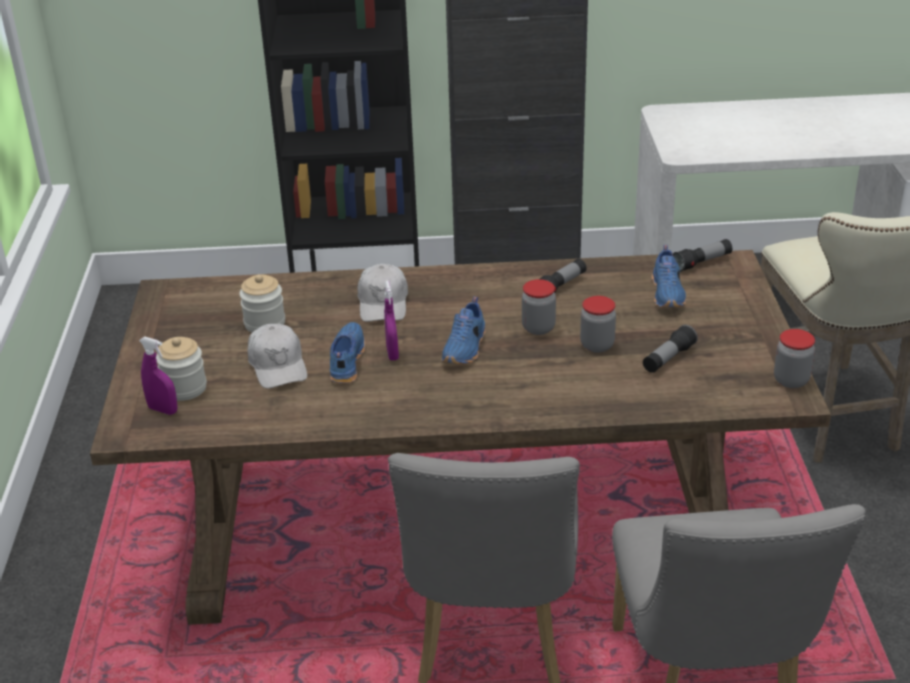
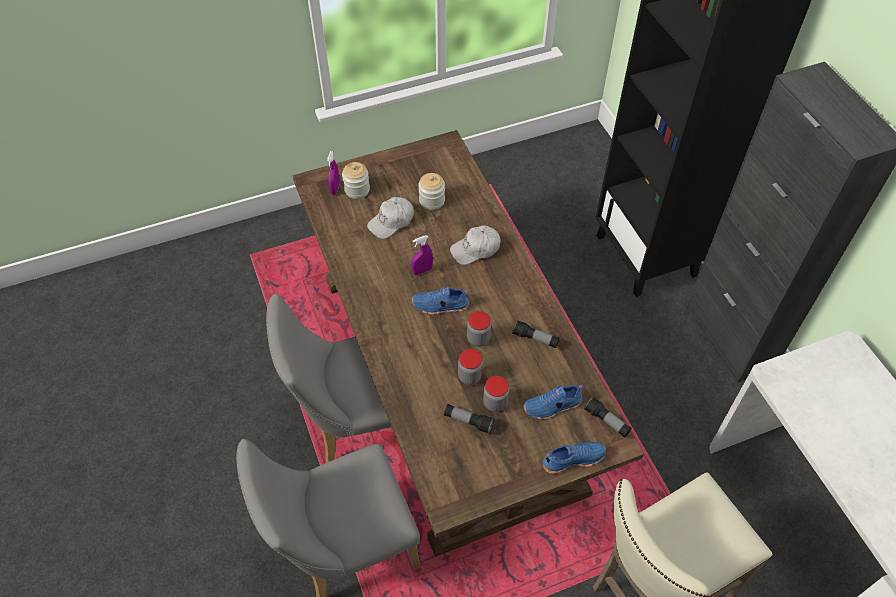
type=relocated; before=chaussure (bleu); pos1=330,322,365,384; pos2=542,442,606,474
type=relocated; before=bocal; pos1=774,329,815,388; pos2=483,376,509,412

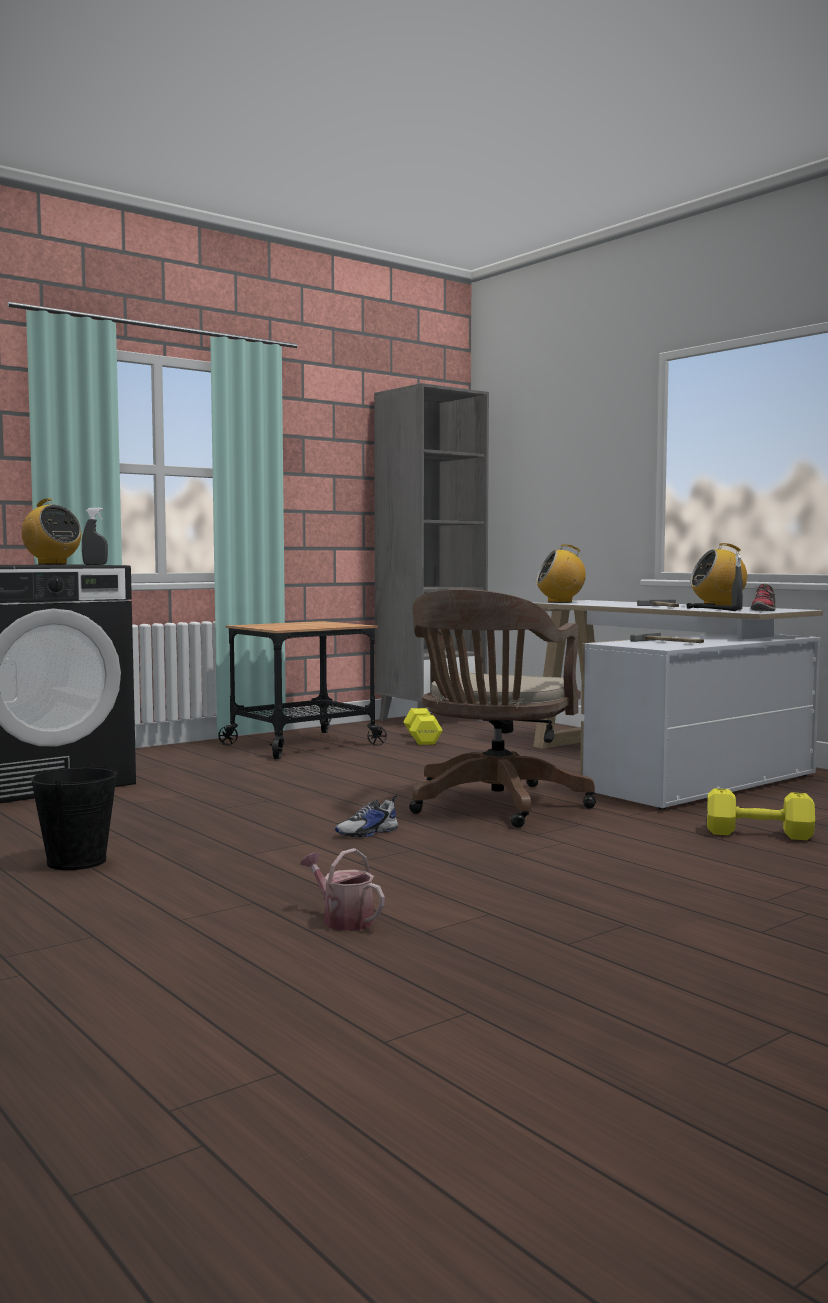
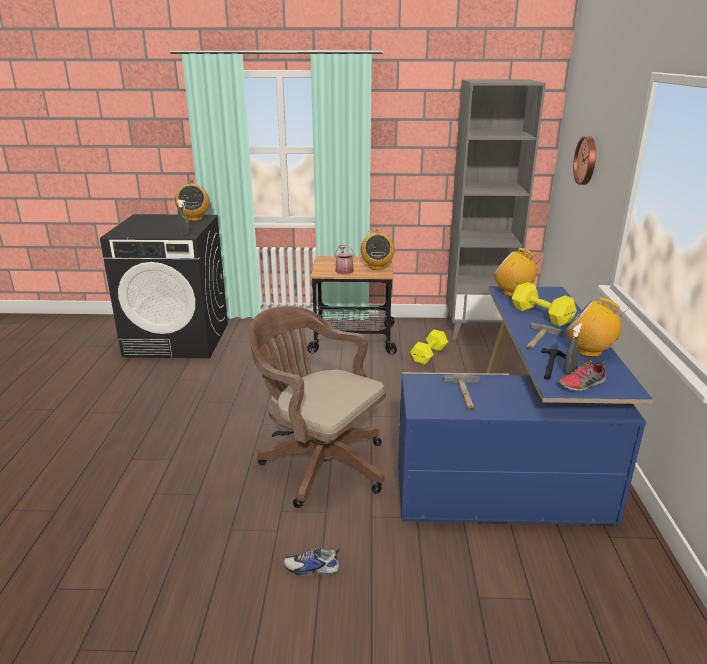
type=missing; before=seau (noir); pos1=31,763,118,870
type=relocated; before=arrosoir; pos1=300,848,385,931; pos2=334,245,354,275
type=relocated; before=chaussure; pos1=335,795,398,837; pos2=284,547,340,576
type=spun; before=chaise de bureau (marron); pos1=409,589,596,828; pos2=249,306,386,508; turn=60
type=colour; before=bureau (blanc); after=bureau (bleu); pos1=533,600,823,810; pos2=398,286,653,526
type=relocated; before=haltère (jaune); pos1=707,788,815,840; pos2=512,282,577,326
type=appeared; after=radio; pos2=361,228,395,270
type=appeared; after=horloge murale; pos2=573,136,596,185

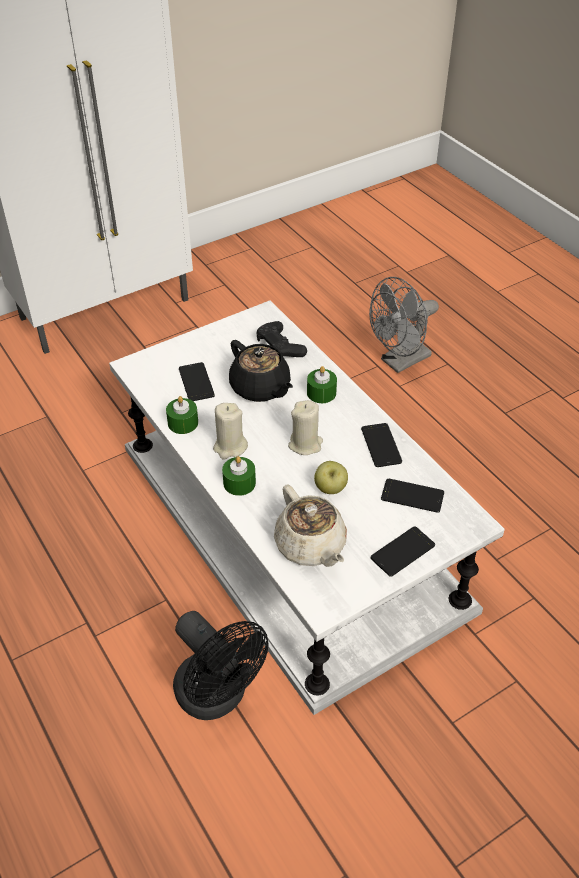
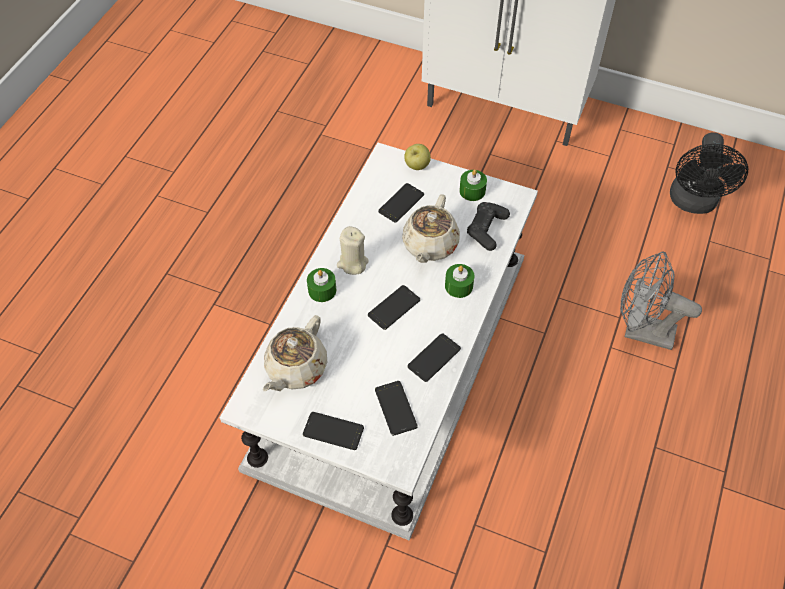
type=relocated; before=bougie (vert); pos1=166,396,198,434; pos2=459,169,487,201
type=relocated; before=ventilateur (noir); pos1=173,611,269,720; pos2=670,132,748,214
type=colour; before=théière (noir); after=théière (beige); pos1=229,340,293,402; pos2=402,194,460,263
type=exchanged; before=bougie (beige); after=téléphone; pos1=288,400,323,455; pos2=368,285,420,330
type=relocated; before=pomme; pos1=314,461,348,494; pos2=404,144,431,170

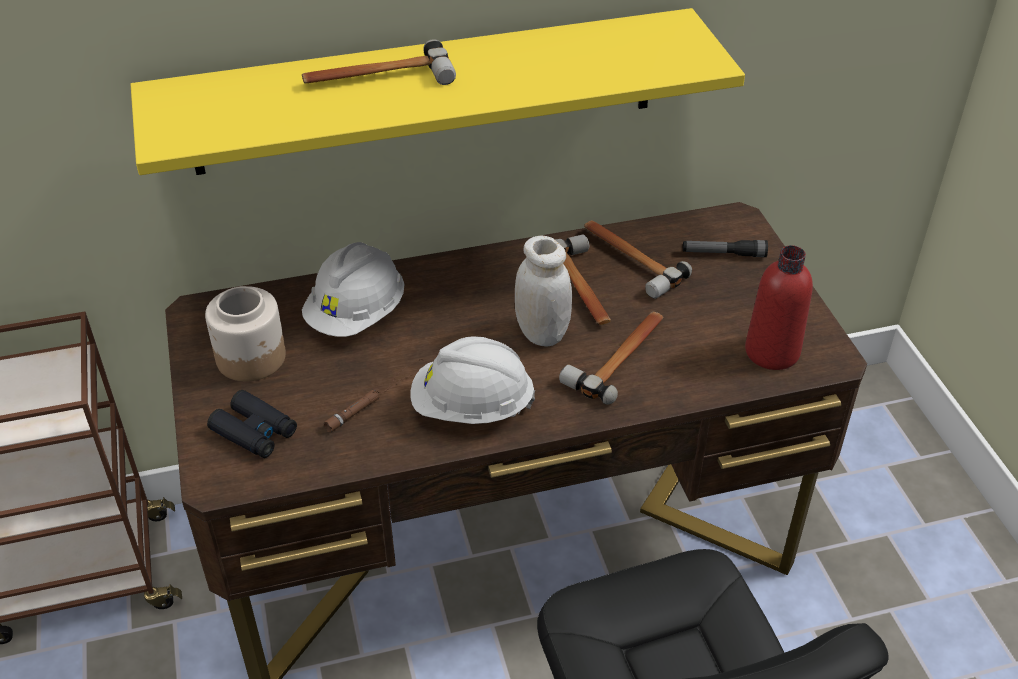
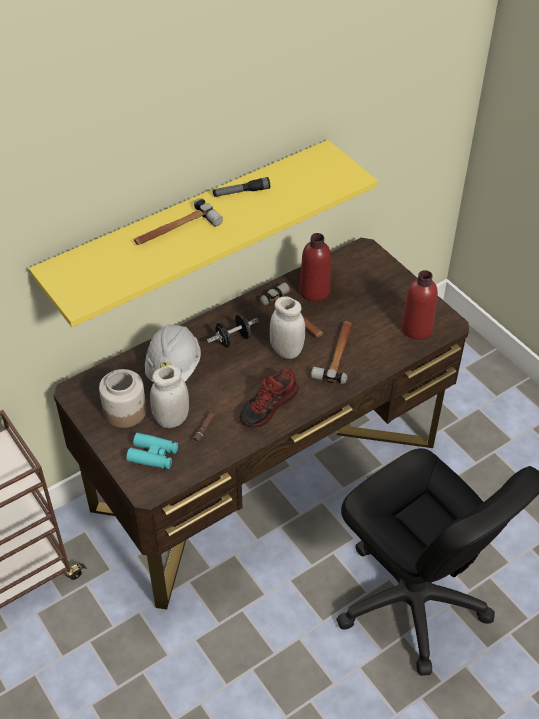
type=colour; before=jumelles (noir); after=jumelles (turquoise); pos1=207,390,297,458; pos2=126,433,178,469
type=exchanged; before=casque de chantier (blanc); after=chaussure; pos1=411,336,535,424; pos2=240,368,298,427
type=exchanged; before=marteau; after=bouteille (rouge); pos1=584,220,692,299; pos2=300,233,331,301
type=relocated; before=lampe de poche; pos1=683,240,768,257; pos2=213,177,270,197
type=appeared; after=bocal (blanc); pos2=150,365,189,428
type=appeared; after=haltère (noir); pos2=207,314,259,348

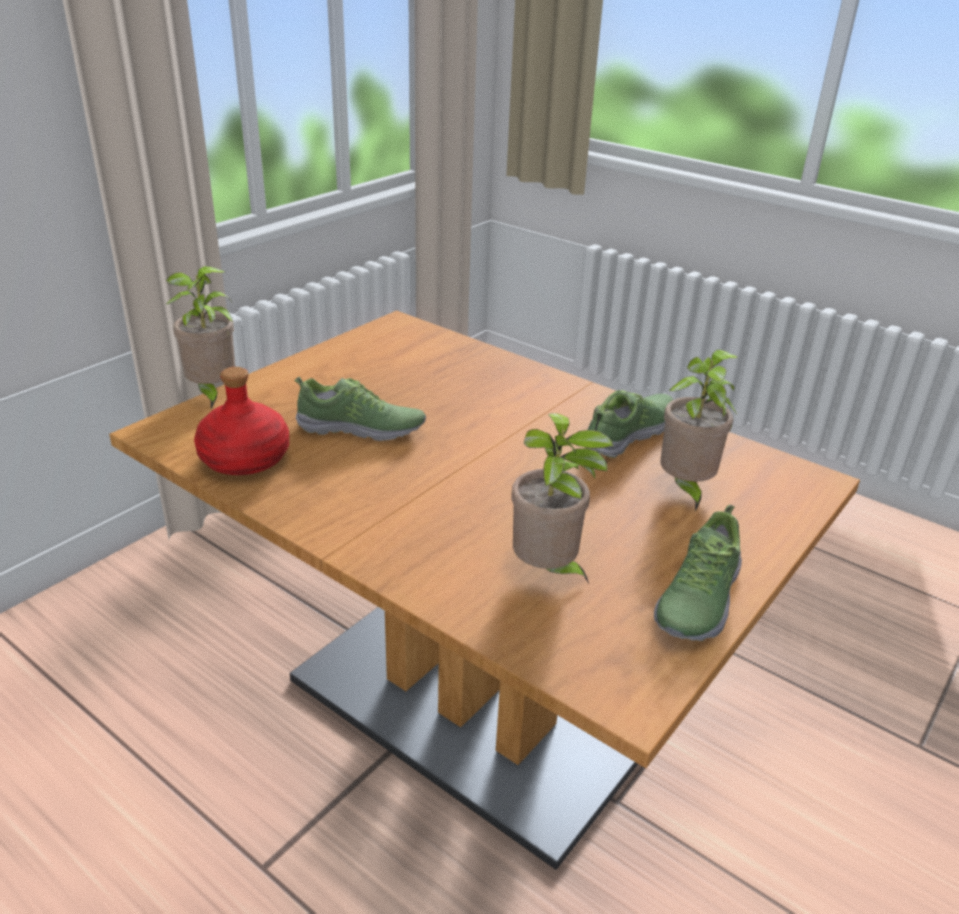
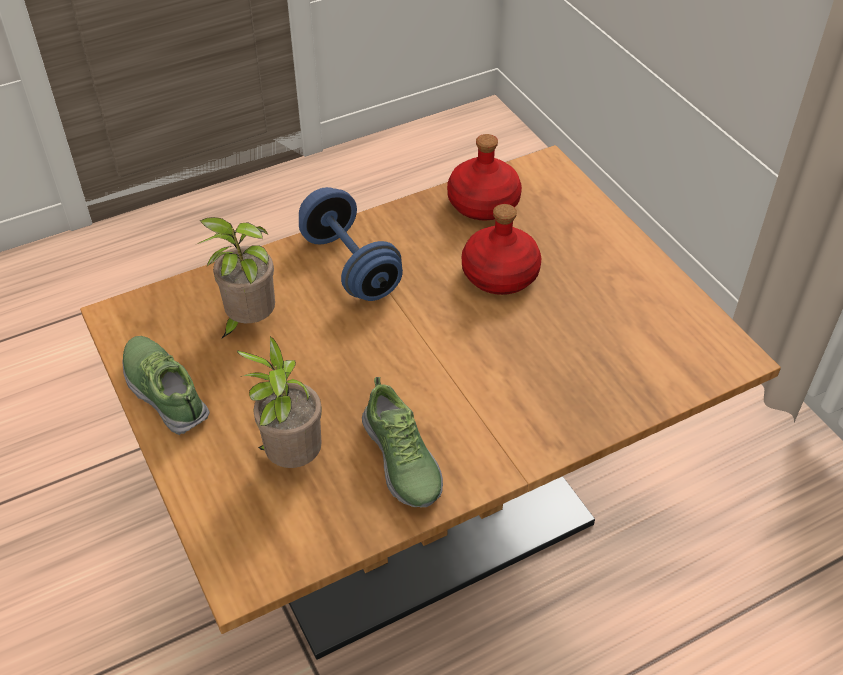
type=missing; before=plante en pot; pos1=166,266,235,409
type=exchanged; before=chaussure; after=bouteille (rouge); pos1=294,377,426,441; pos2=462,204,541,295
type=appeared; after=haltère (bleu); pos2=299,187,403,301

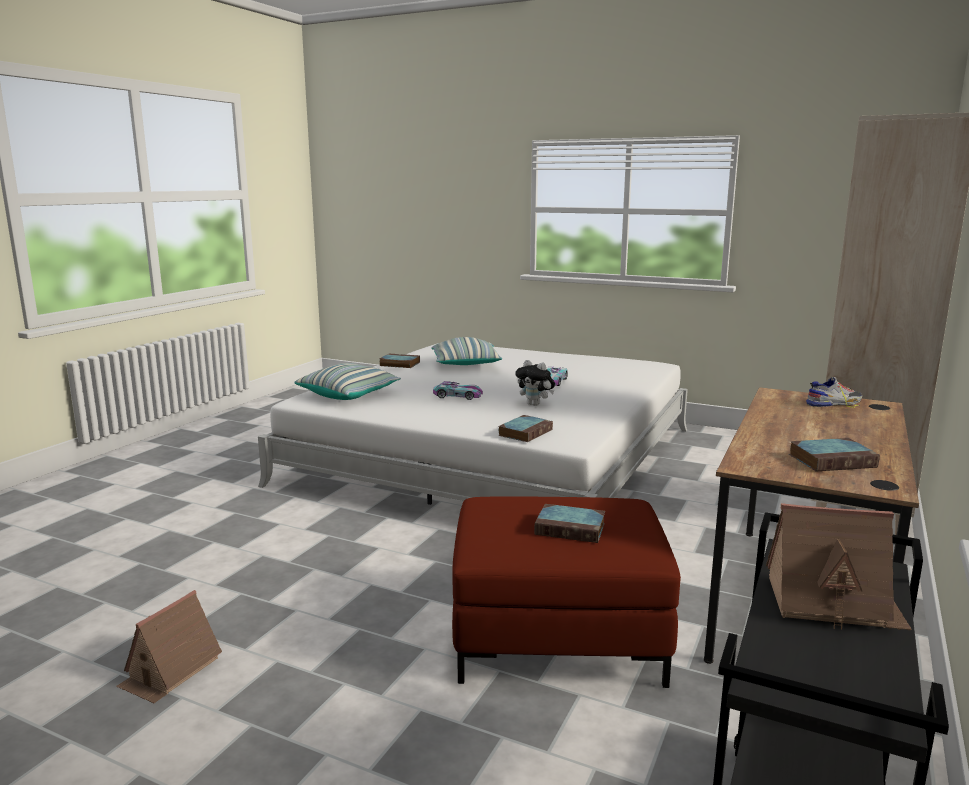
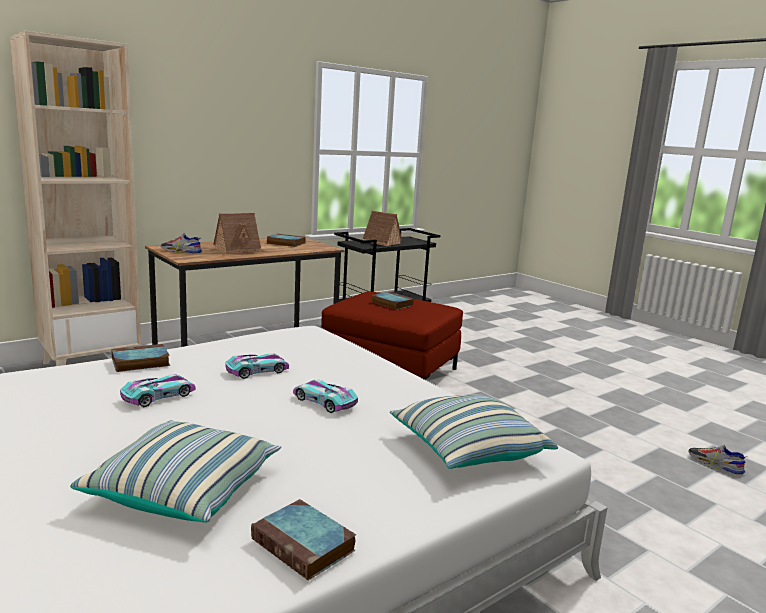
type=relocated; before=maison miniature; pos1=116,590,222,703; pos2=213,213,266,254
type=relocated; before=livre; pos1=498,415,553,442; pos2=111,344,170,372
type=exchanged; before=peluche; after=petite voiture; pos1=515,360,555,406; pos2=225,353,289,379
type=appeared; after=chaussure; pos2=689,445,747,475

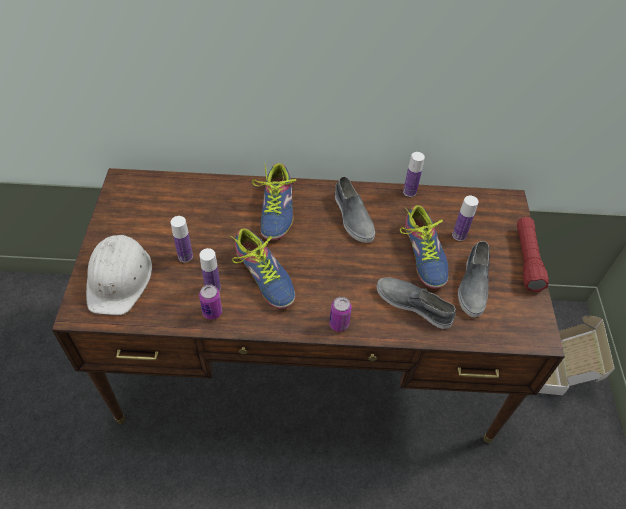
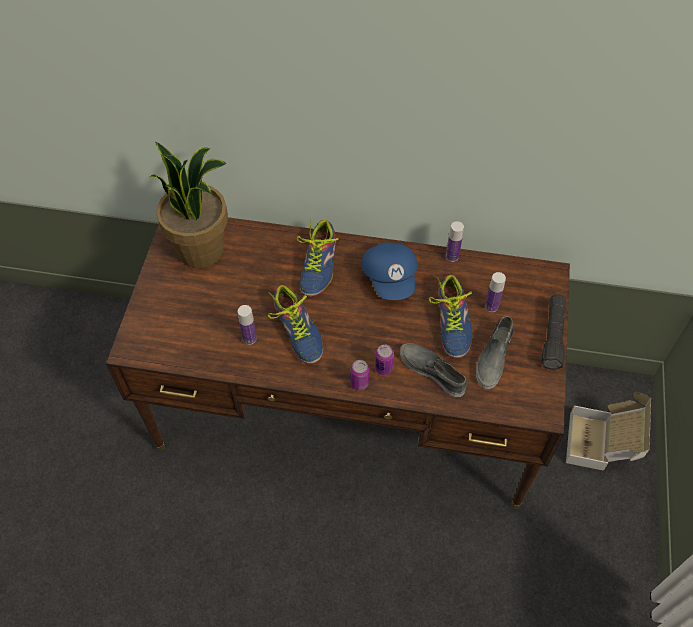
type=missing; before=casque de chantier (blanc); pos1=86,234,152,315
type=missing; before=bouteille; pos1=171,216,193,262
type=relocated; before=boîte métallique; pos1=199,284,222,320; pos2=375,345,394,375
type=exchanged; before=chaussure (gris); after=casquette (bleu); pos1=335,176,375,243; pos2=361,242,418,300
type=colour; before=lampe de poche (rouge); after=lampe de poche (noir); pos1=517,217,549,292; pos2=541,295,566,370
type=appeared; after=plante en pot; pos2=150,141,228,268

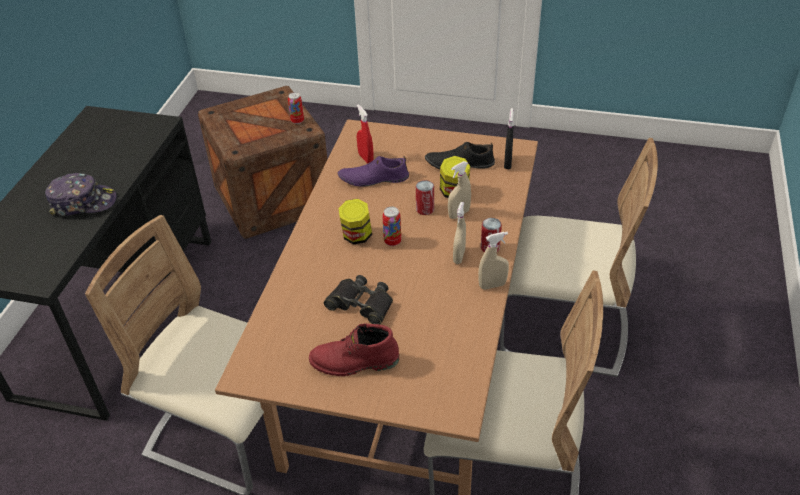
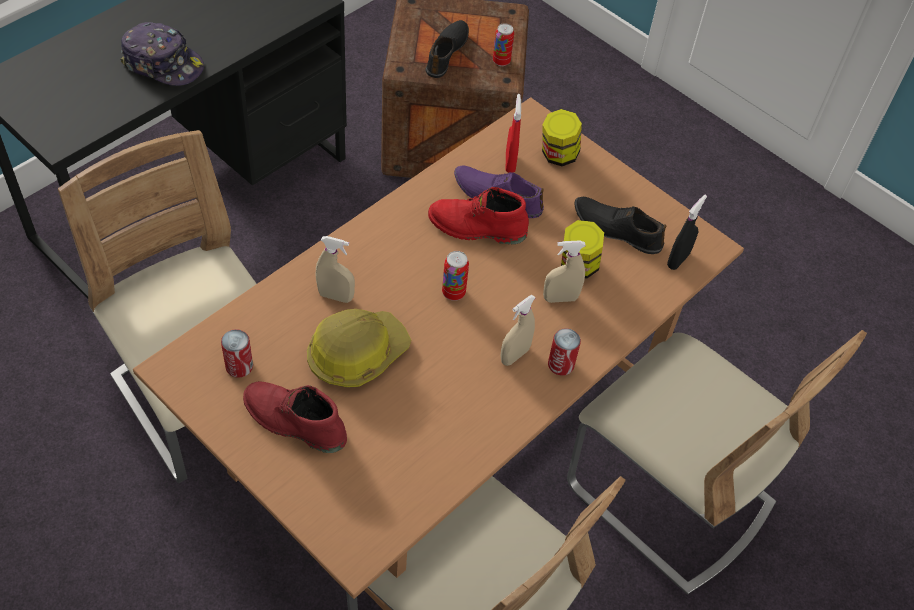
type=exchanged; before=jumelles (noir); after=casque de chantier; pos1=324,275,393,325; pos2=307,309,411,388
type=relocated; before=bocal; pos1=339,199,372,244; pos2=542,109,582,166
type=relocated; before=boîte métallique; pos1=416,180,434,215; pos2=221,329,253,378
type=relocated; before=vaporisateur (beige); pos1=478,232,509,290; pos2=316,236,355,303
type=appeared; after=chaussure (noir); pos2=425,20,469,78
type=appeared; after=botte (rouge); pos2=428,187,529,244

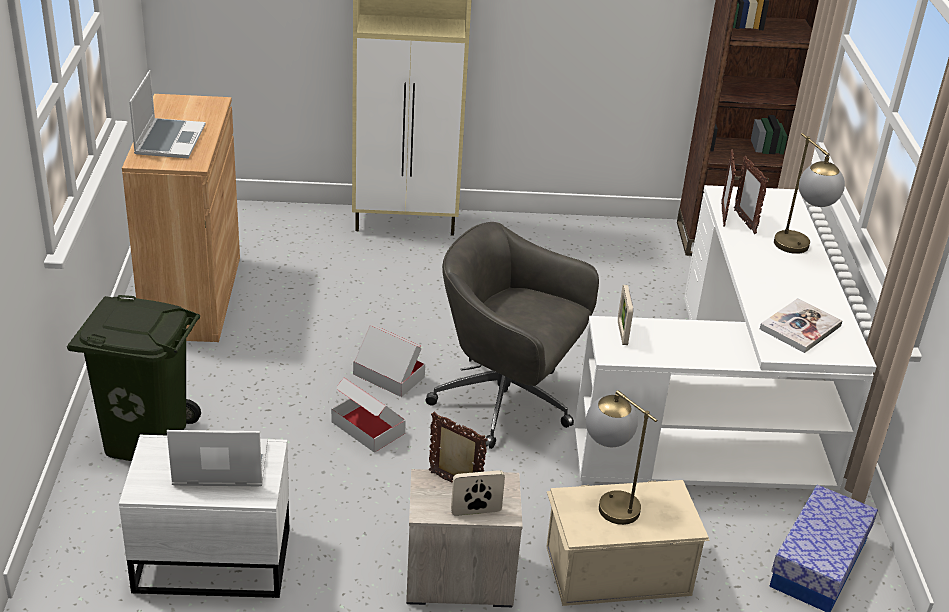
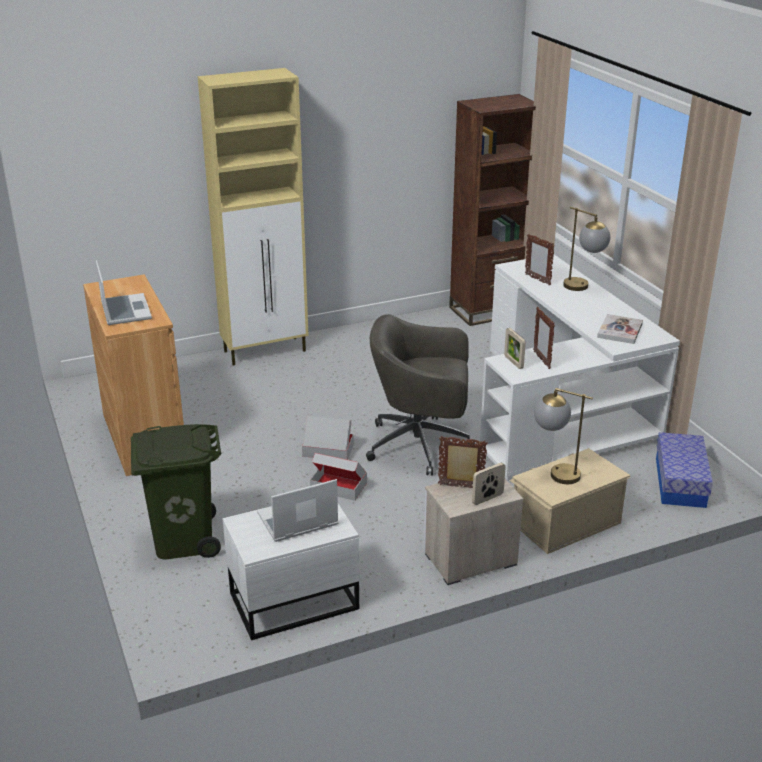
type=relocated; before=cadre photo; pos1=721,149,736,227; pos2=533,307,555,369

